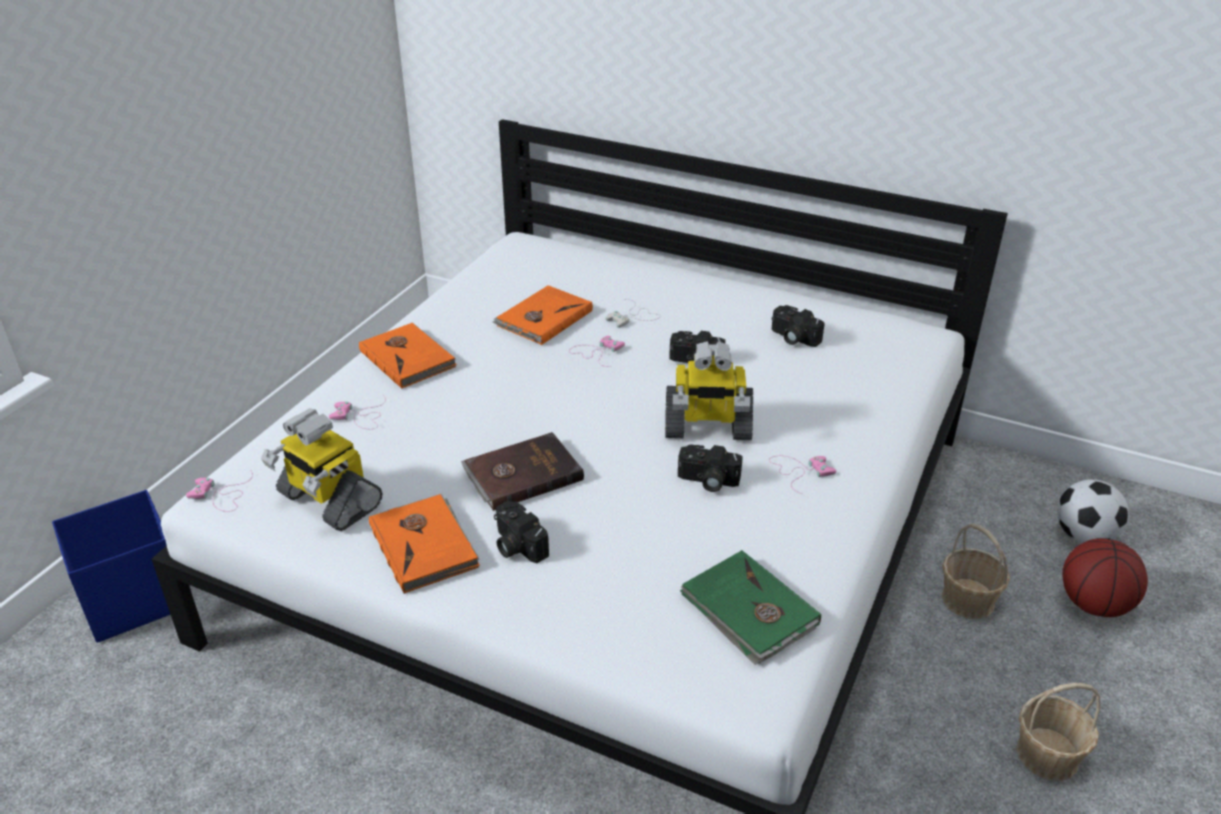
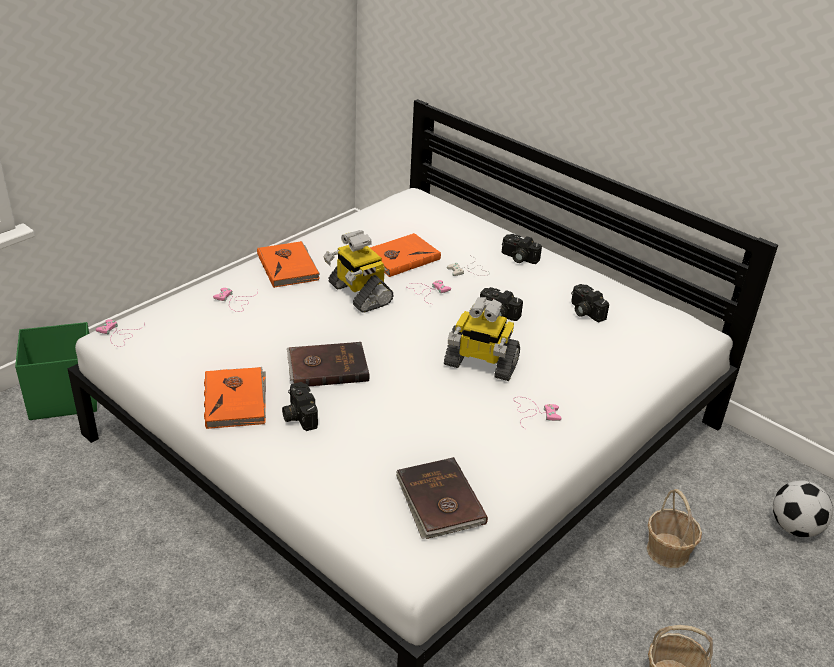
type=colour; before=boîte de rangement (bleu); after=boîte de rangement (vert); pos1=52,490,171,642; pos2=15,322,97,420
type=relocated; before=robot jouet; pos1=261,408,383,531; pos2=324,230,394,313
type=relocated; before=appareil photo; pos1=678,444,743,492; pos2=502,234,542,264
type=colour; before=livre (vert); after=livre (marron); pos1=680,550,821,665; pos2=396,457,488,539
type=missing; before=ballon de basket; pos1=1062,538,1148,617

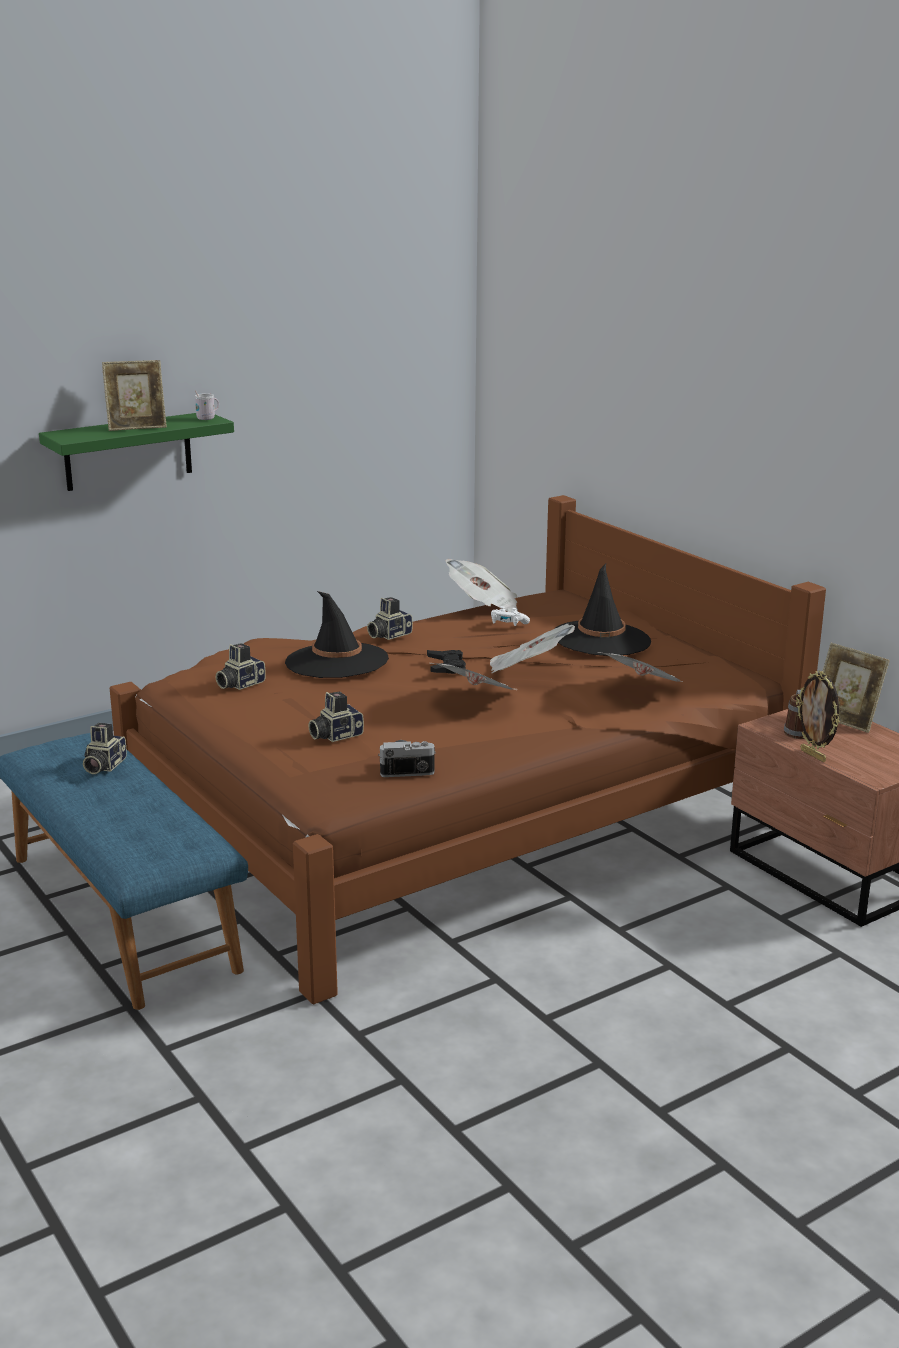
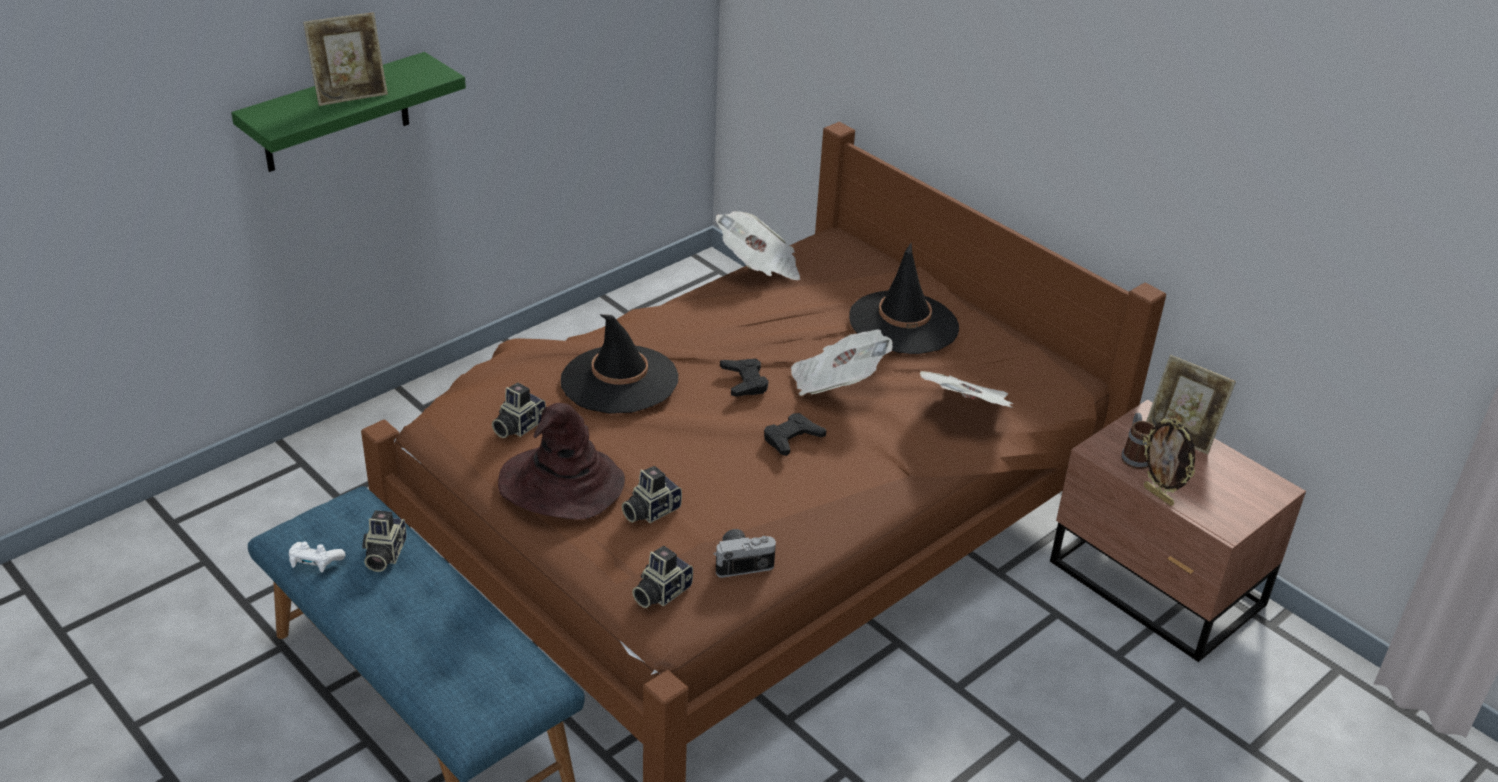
type=missing; before=mug (blanc); pos1=195,390,219,420
type=relocated; before=appareil photo; pos1=367,597,413,640; pos2=632,546,693,608
type=exchanged; before=journal; after=manette (noir); pos1=434,663,517,690; pos2=764,413,826,456
type=relocated; before=manette (blanc); pos1=491,606,530,626; pos2=289,542,346,573
type=appeared; after=chapeau (marron); pos2=498,403,625,520

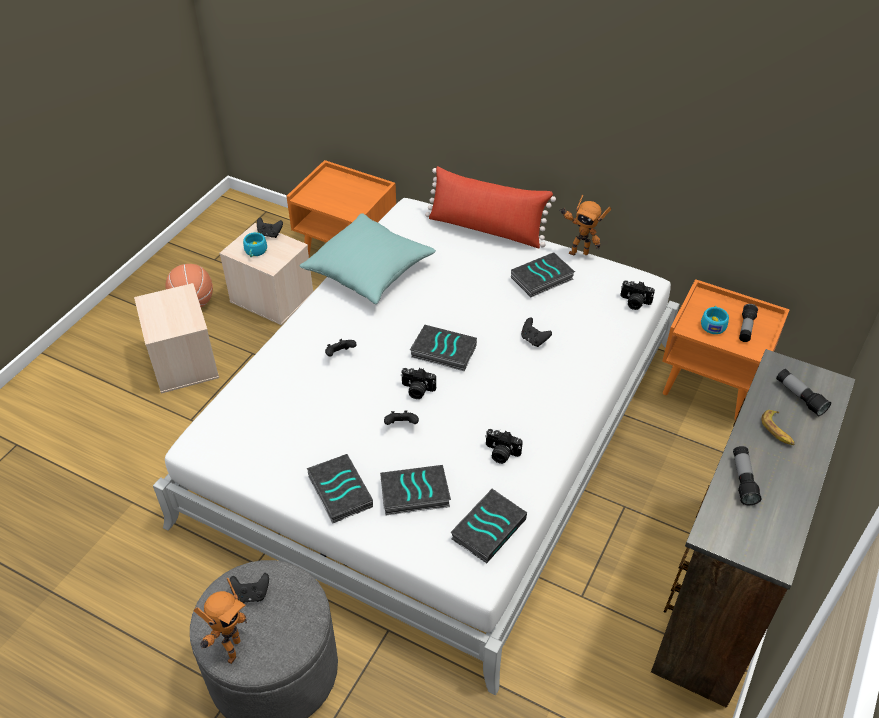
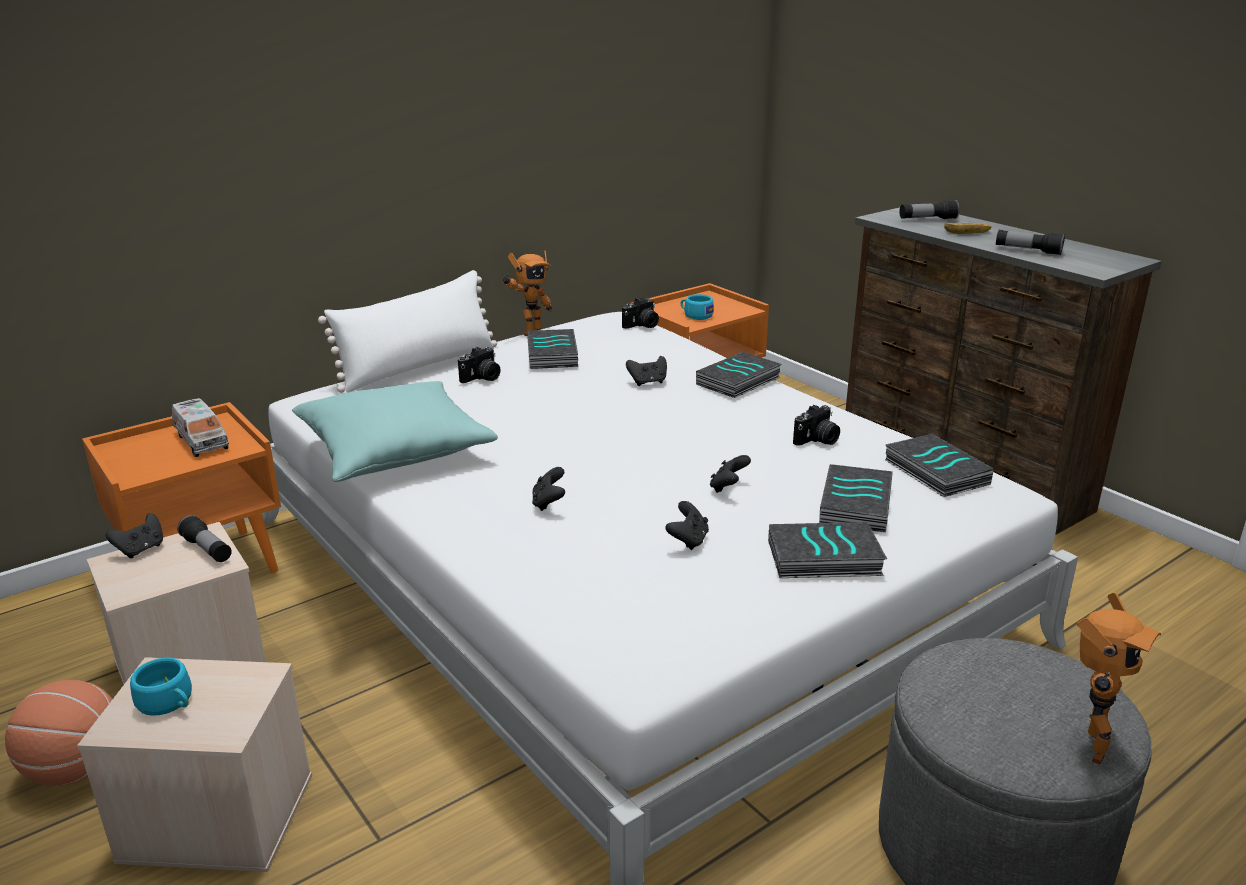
type=spun; before=robot jouet; pos1=194,578,247,664; pos2=1077,592,1161,765; turn=75
type=relocated; before=manette (noir); pos1=230,573,269,603; pos2=665,501,709,550
type=relocated; before=tasse (turquoise); pos1=243,232,267,257; pos2=130,658,192,716
type=relocated; before=appareil photo; pos1=401,368,436,399; pos2=458,347,500,383
type=relocated; before=livre; pos1=410,325,477,371; pos2=696,352,782,398
type=colour; before=coussin (rouge); after=coussin (blanc); pos1=425,166,556,248; pos2=318,270,497,393
type=relocated; before=lampe de poche; pos1=739,304,758,342; pos2=177,515,232,562
type=appeared; after=camion jouet; pos2=172,398,229,457

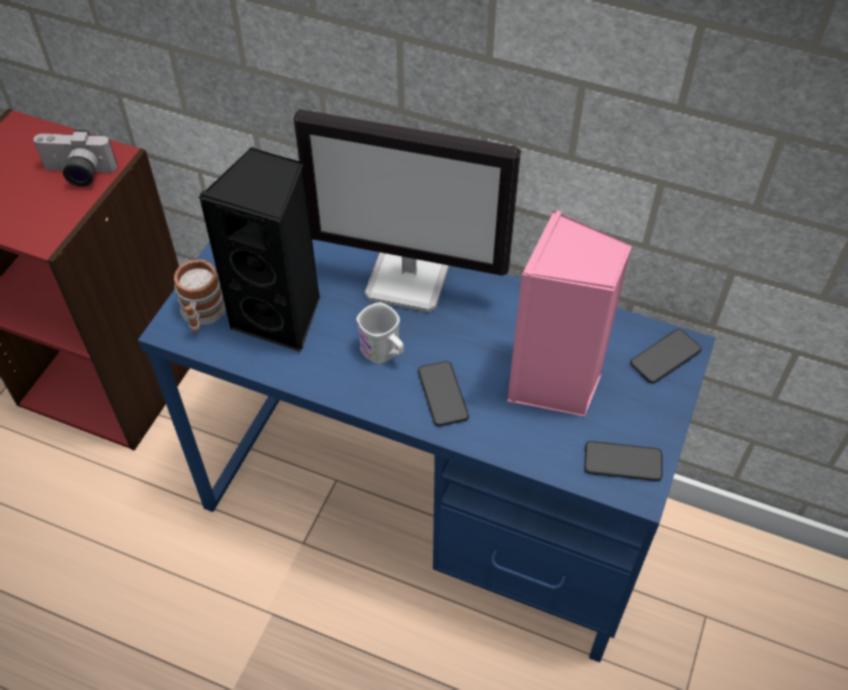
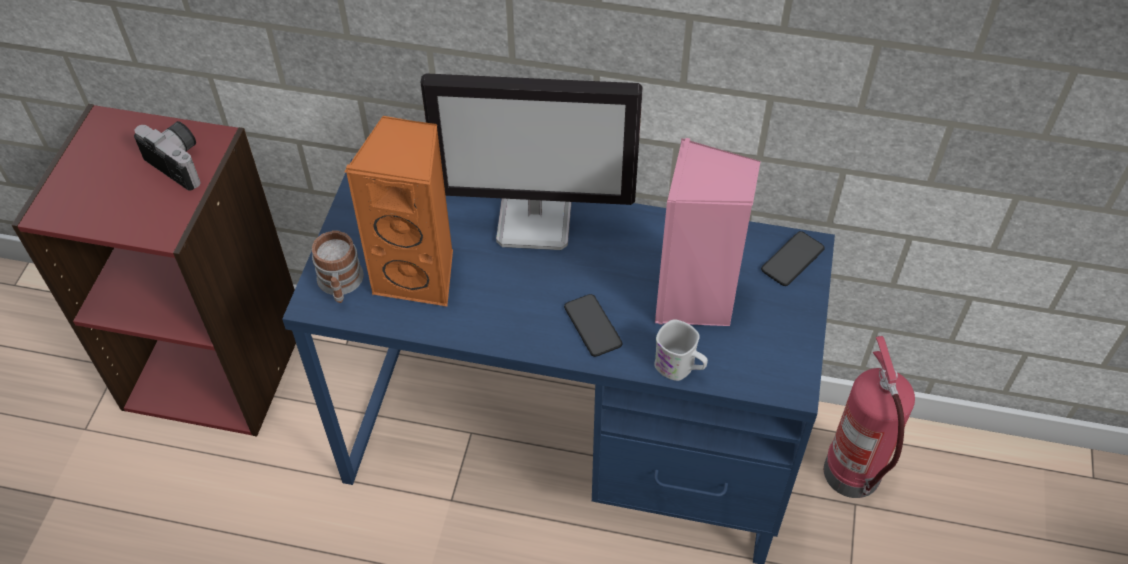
type=spun; before=appareil photo; pos1=33,130,117,187; pos2=134,121,201,190; turn=-135
type=colour; before=enceinte (noir); after=enceinte (orange); pos1=198,147,320,353; pos2=344,115,453,306
type=relocated; before=mug (blanc); pos1=357,302,404,364; pos2=654,319,708,381
type=missing; before=téléphone; pos1=584,441,662,481
type=appeared; after=extincteur; pos2=824,336,915,498

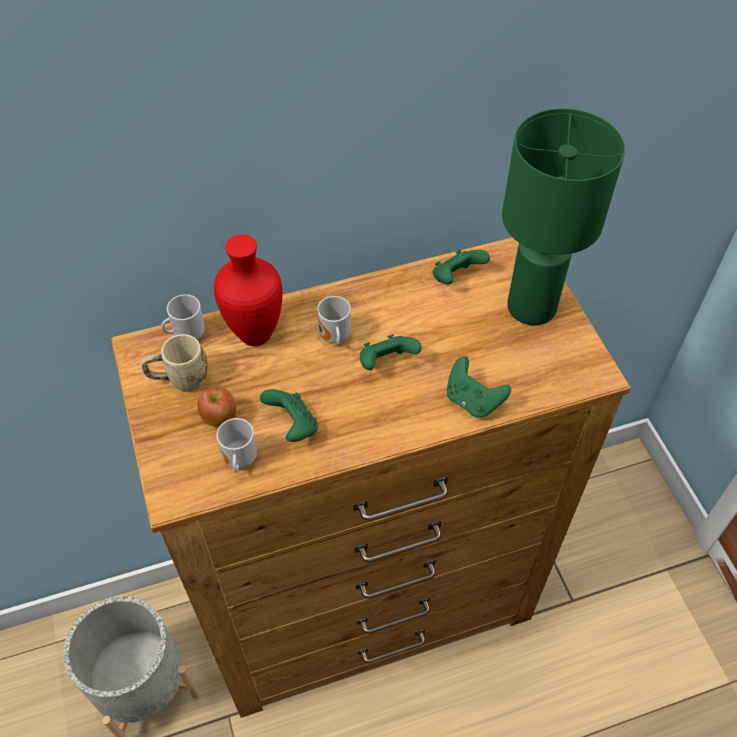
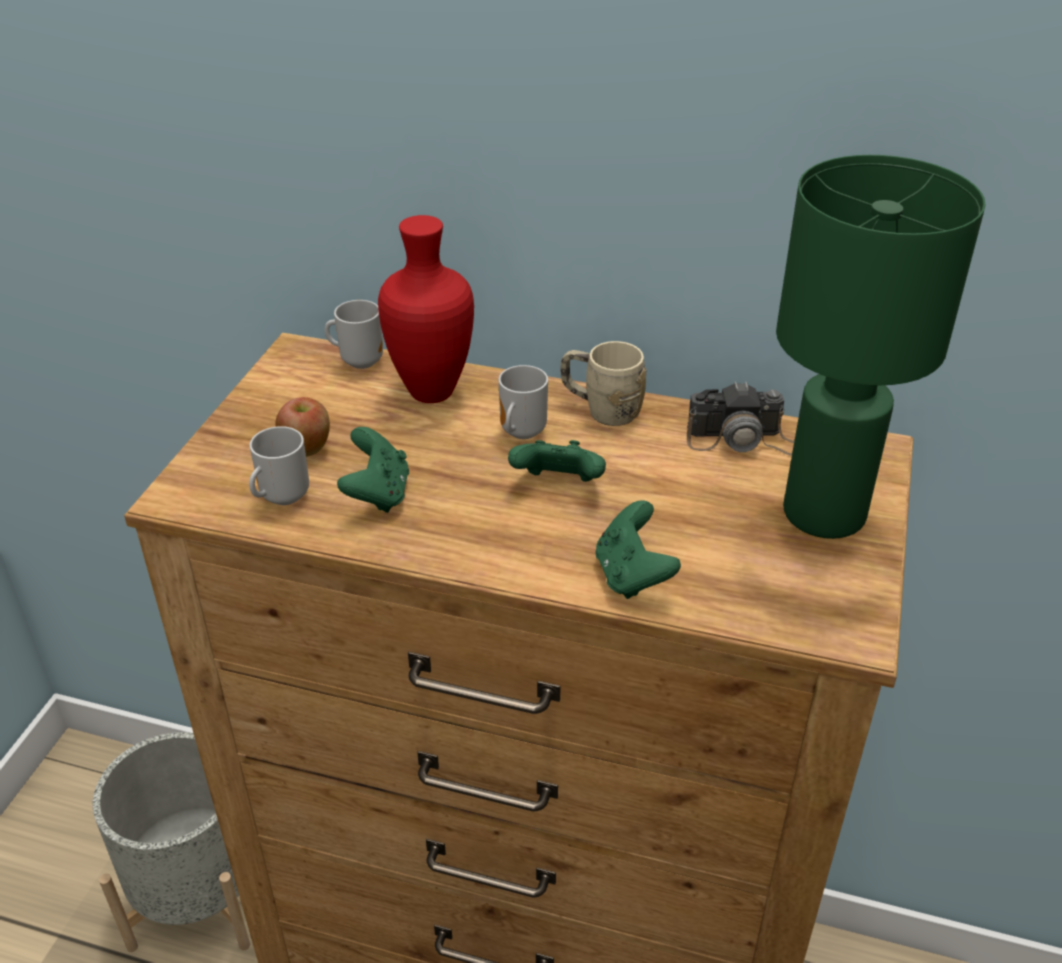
type=relocated; before=mug (beige); pos1=141,334,208,392; pos2=560,341,647,426
type=exchanged; before=manette (vert); after=appareil photo; pos1=433,250,490,284; pos2=687,381,794,456

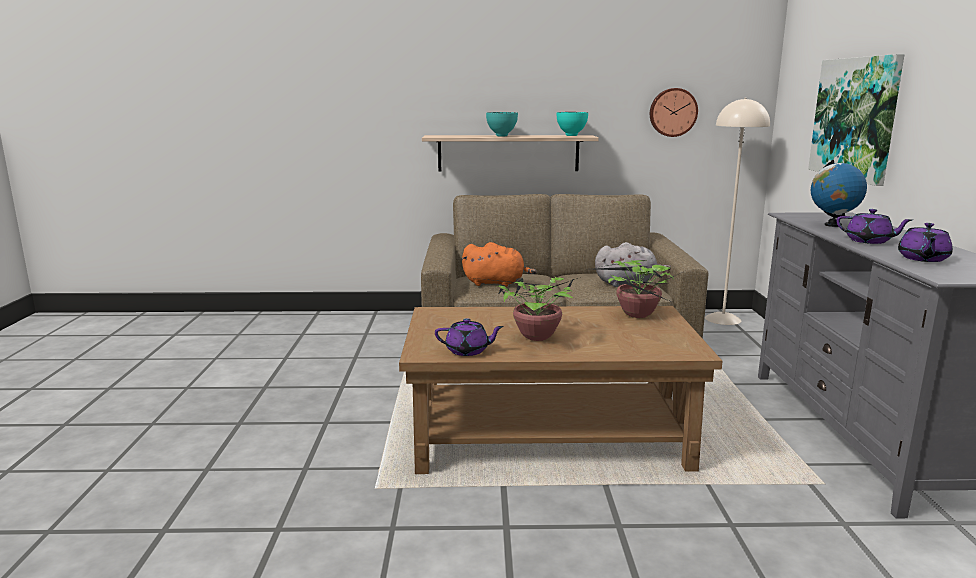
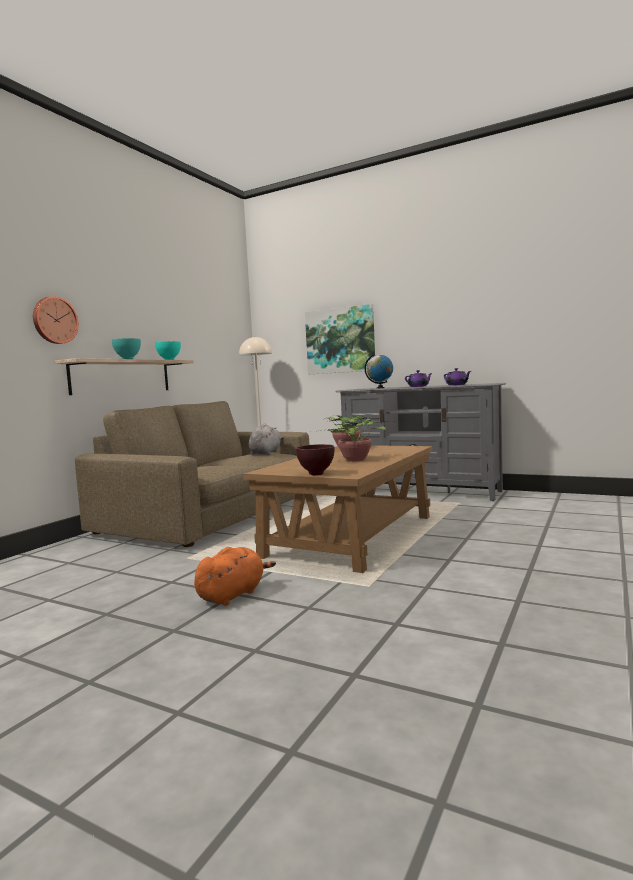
type=missing; before=théière (violet); pos1=435,318,504,356
type=relocated; before=peluche (orange); pos1=462,242,537,287; pos2=194,547,276,606
type=relocated; before=horloge murale; pos1=650,88,698,137; pos2=33,296,79,344
type=appeared; after=bol (marron); pos2=296,444,334,475

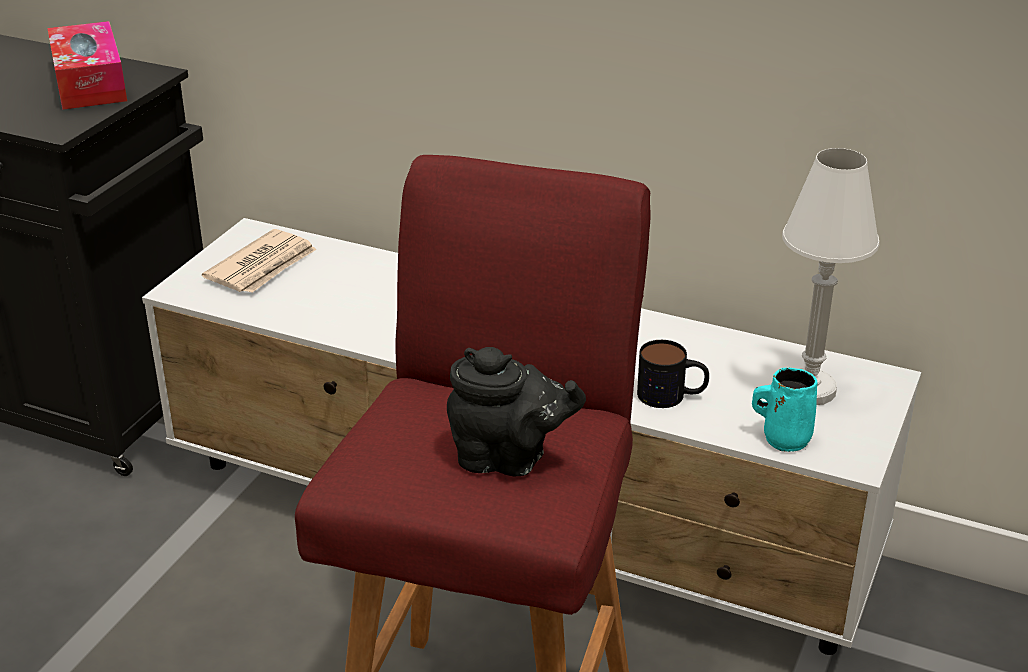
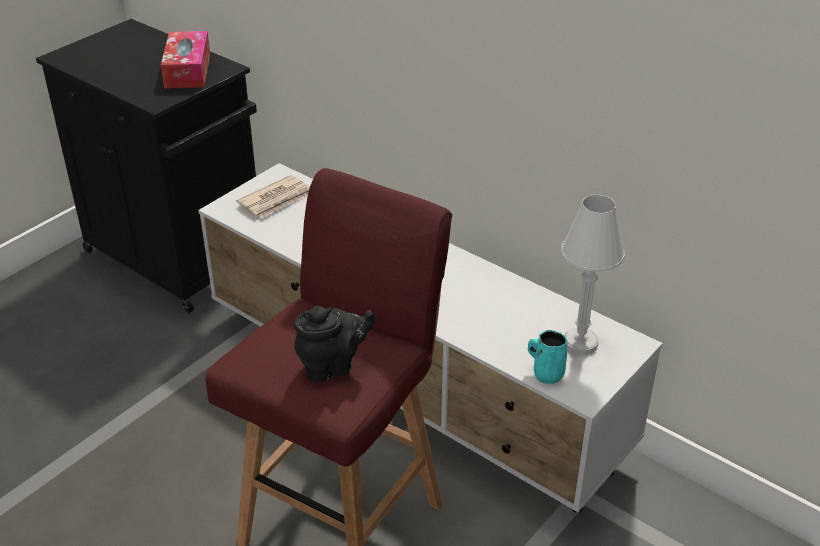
type=spun; before=théière (noir); pos1=447,347,586,476; pos2=294,306,376,382; turn=-45
type=missing; before=mug; pos1=637,340,709,408

